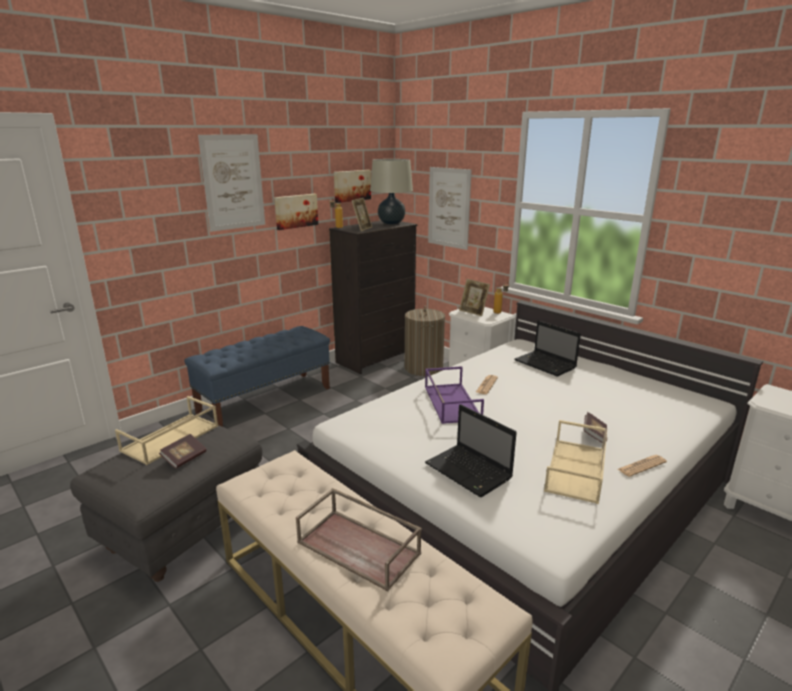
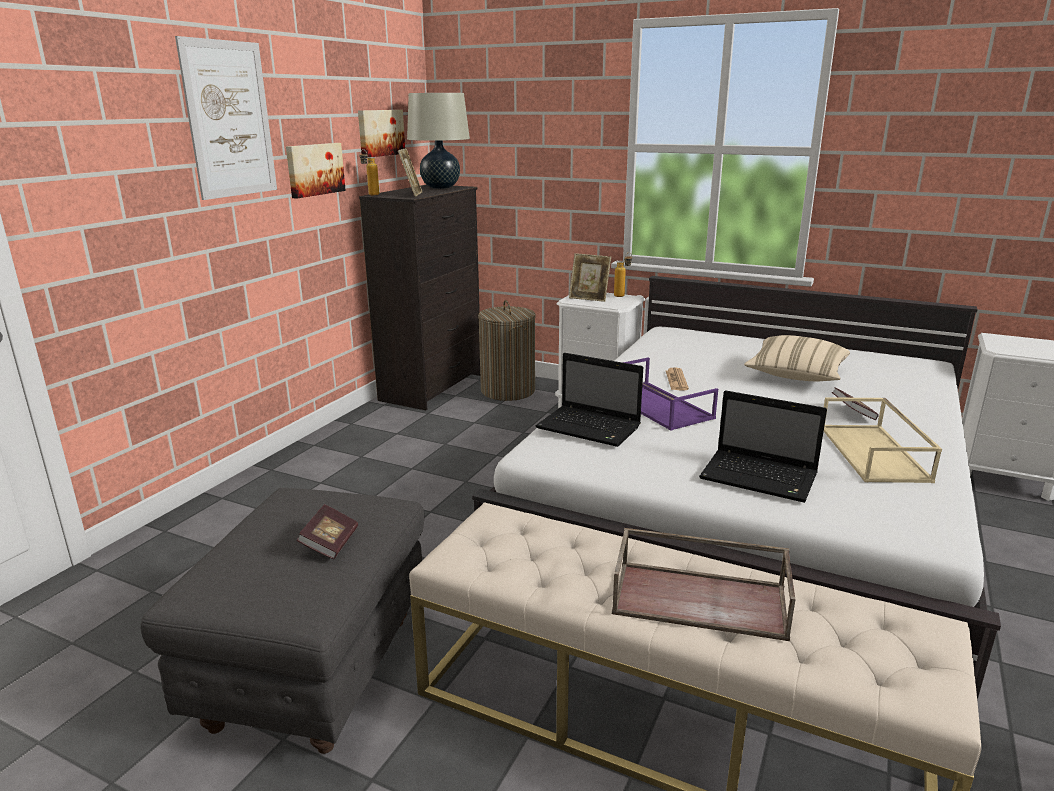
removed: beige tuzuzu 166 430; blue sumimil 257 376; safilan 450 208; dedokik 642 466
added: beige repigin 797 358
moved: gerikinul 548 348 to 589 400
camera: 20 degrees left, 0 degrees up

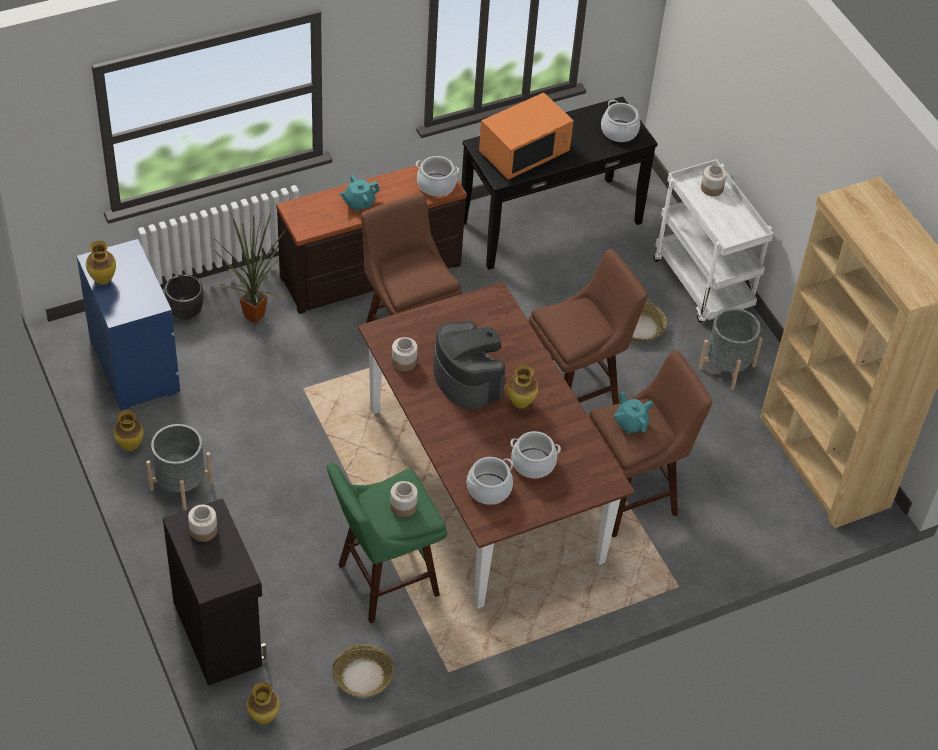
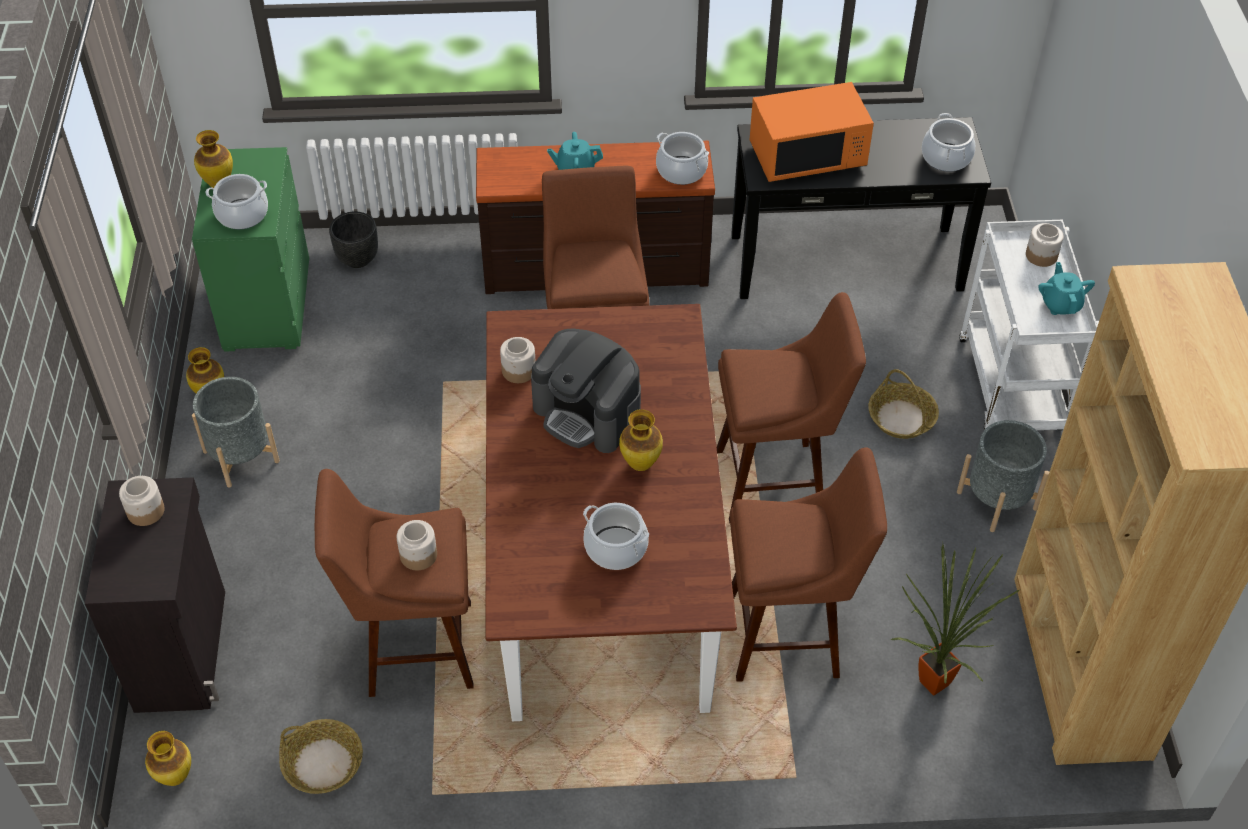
moved: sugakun 249 268 to 955 620; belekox 490 481 to 237 201; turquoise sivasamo 633 413 to 1066 288
recoloured: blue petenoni 128 325 to green petenoni 250 249; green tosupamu 387 543 to brown tosupamu 394 583
turned: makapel 469 365 = 586 391 135 degrees clockwise
camera: 25 degrees right, 0 degrees up

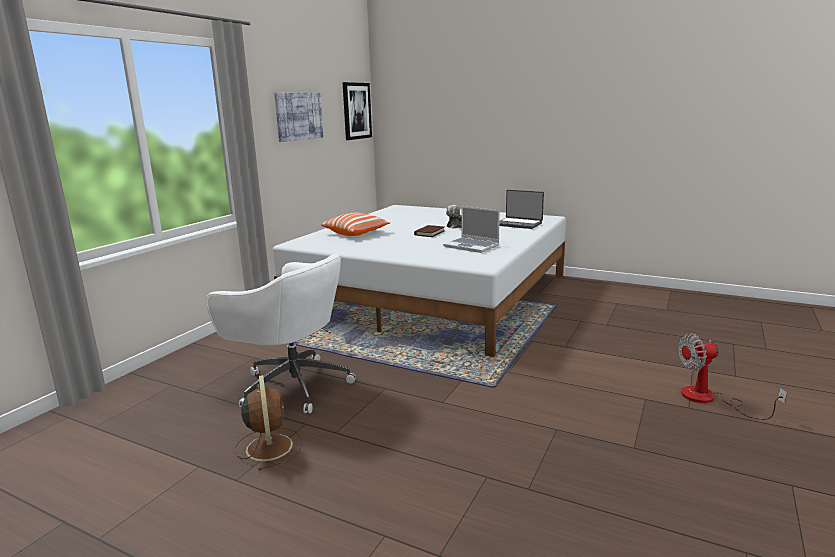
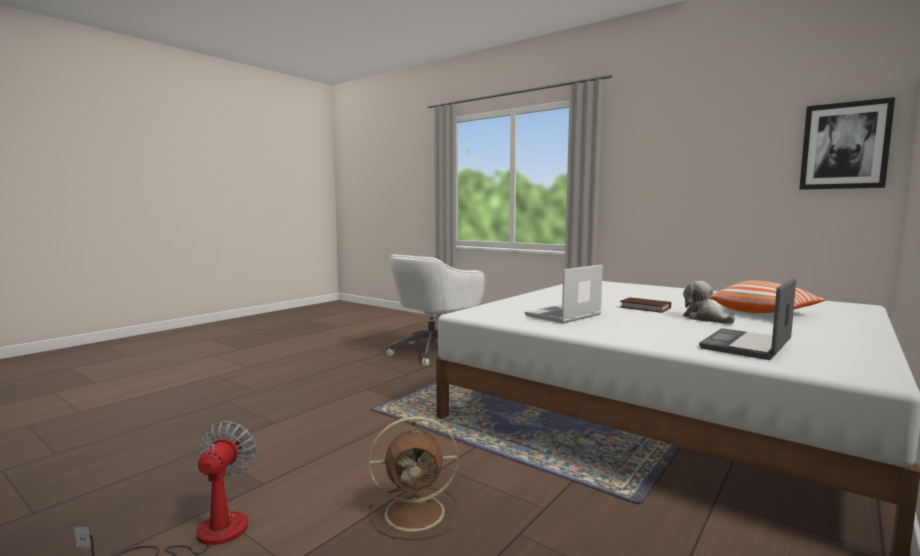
removed: safilan 298 117
moved: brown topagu 268 422 to 414 478; repigin 356 224 to 768 296
camera: 100 degrees right, 10 degrees down

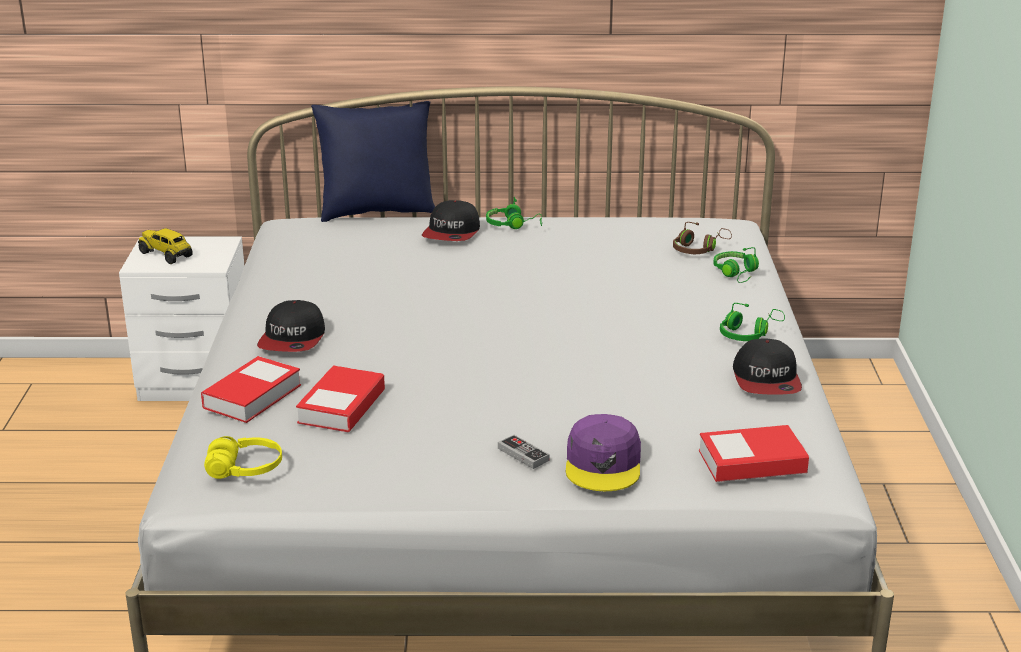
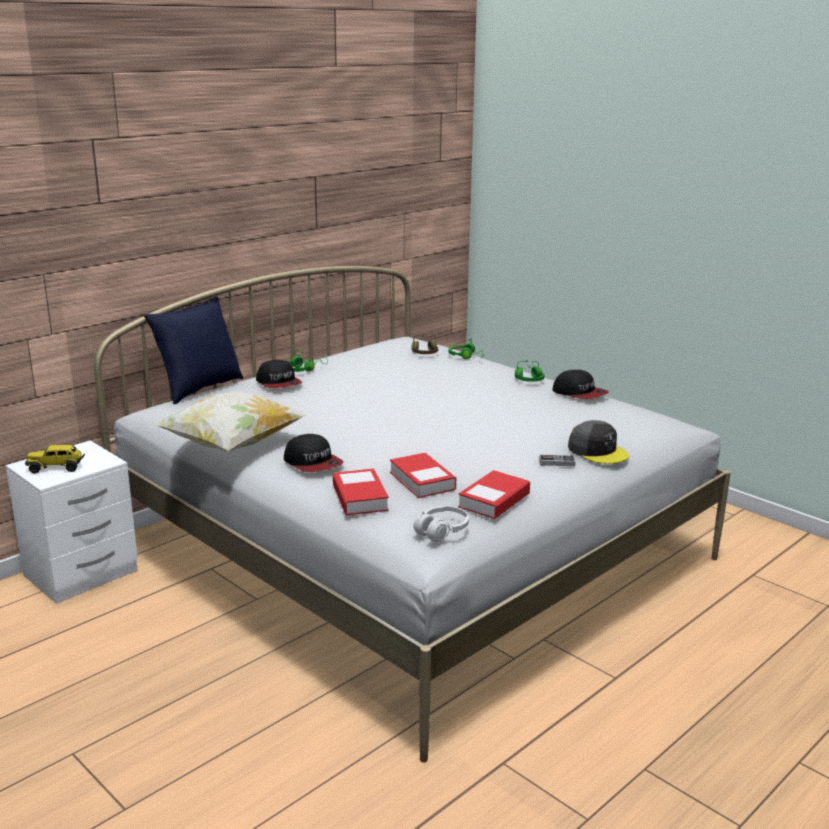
added: repigin 230 421
moved: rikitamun 754 453 to 494 494
recoloured: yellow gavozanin 243 457 to white gavozanin 441 524; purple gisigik 603 452 to grey gisigik 598 442
camera: 45 degrees left, 5 degrees down

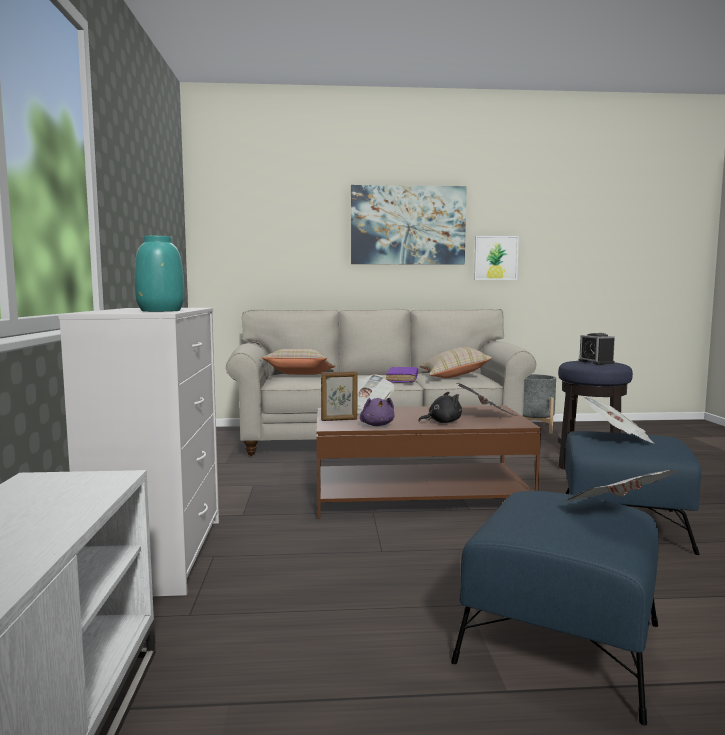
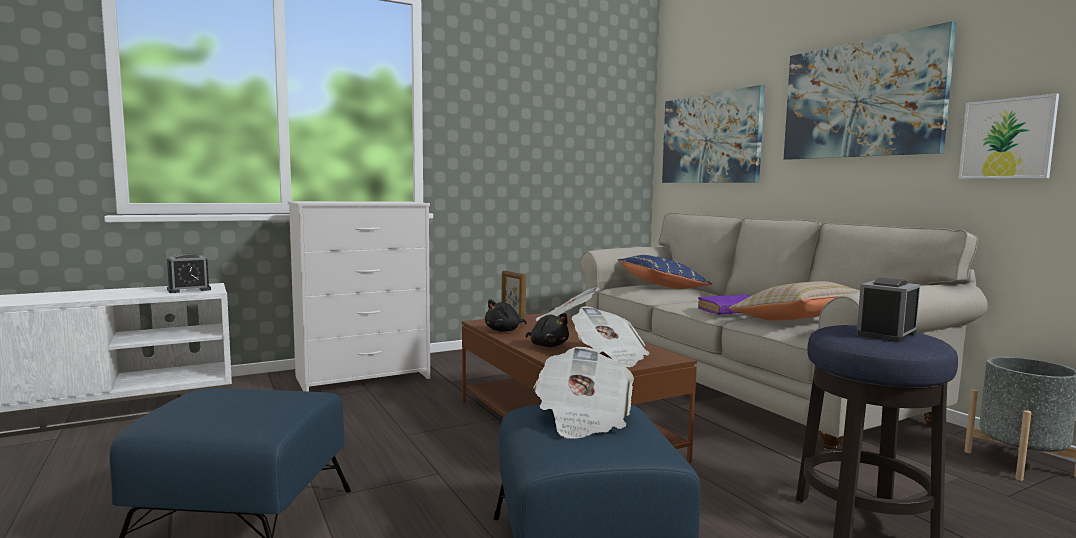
removed: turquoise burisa 159 274; dedokik 620 485
added: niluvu 189 273; safilan 713 134
recoloured: beige repigin 298 362 to blue repigin 664 272; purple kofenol 377 412 to black kofenol 506 315
camera: 65 degrees right, 0 degrees up

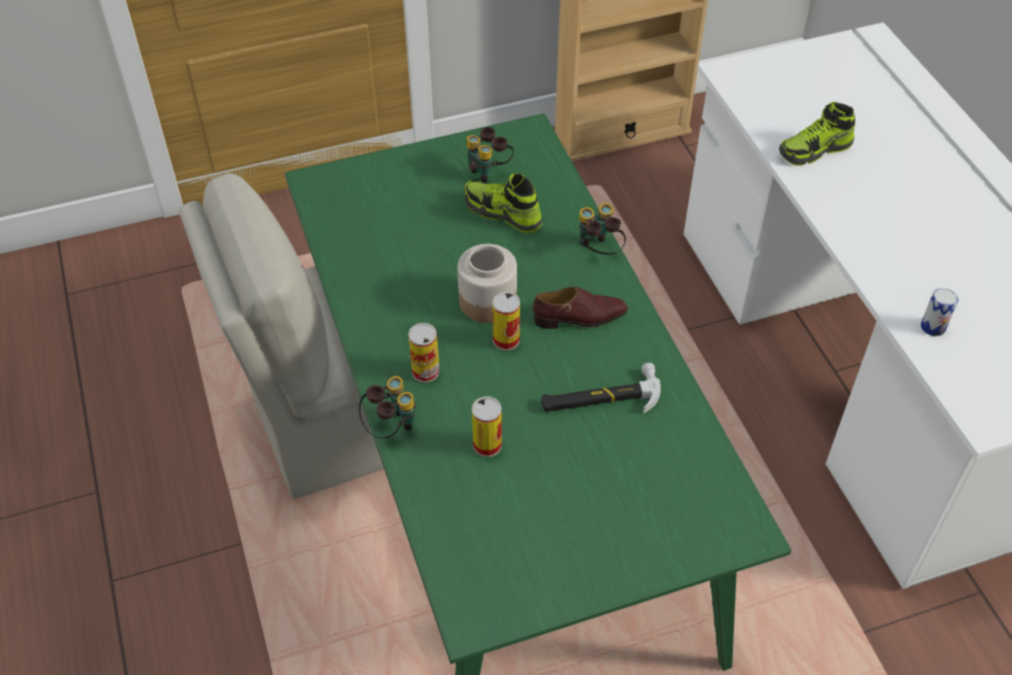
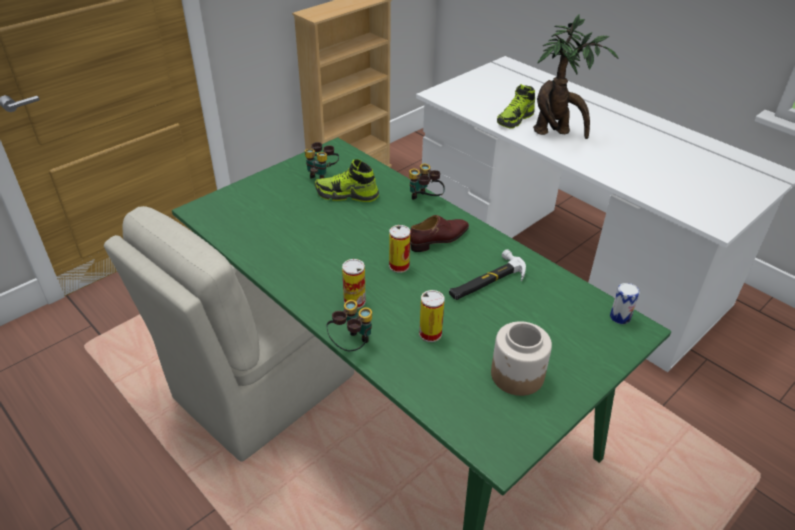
added: sugakun 576 76
moved: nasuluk 487 283 to 521 358; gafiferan 939 312 to 625 303
camera: 25 degrees left, 10 degrees down

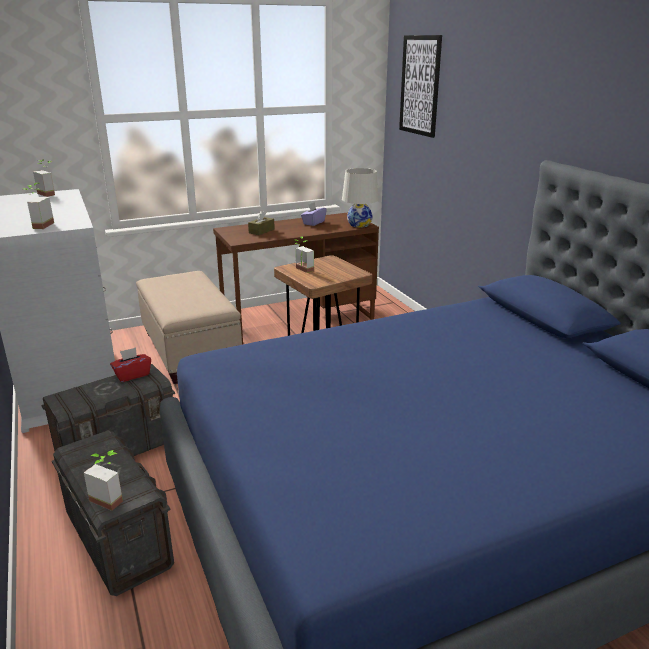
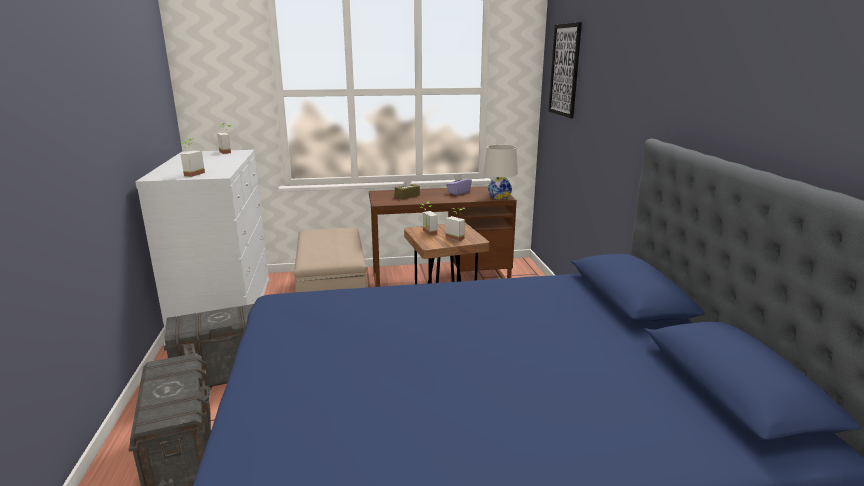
removed: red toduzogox 130 364
moved: sugakun 103 480 to 455 224
camera: 15 degrees right, 5 degrees down

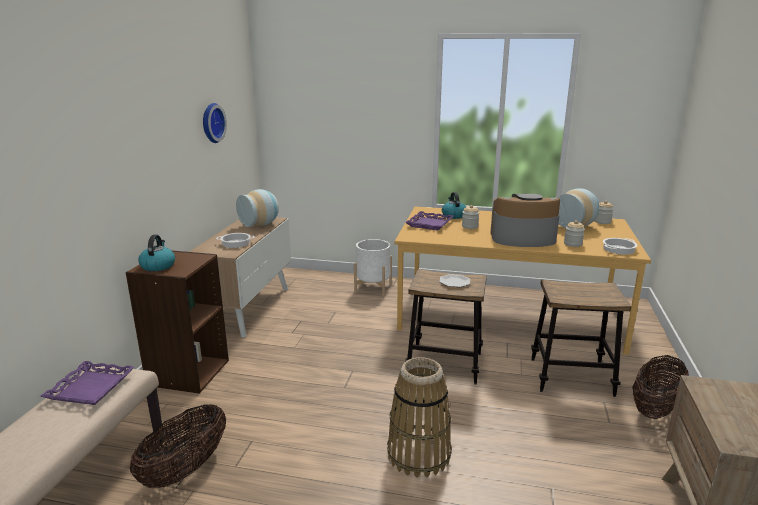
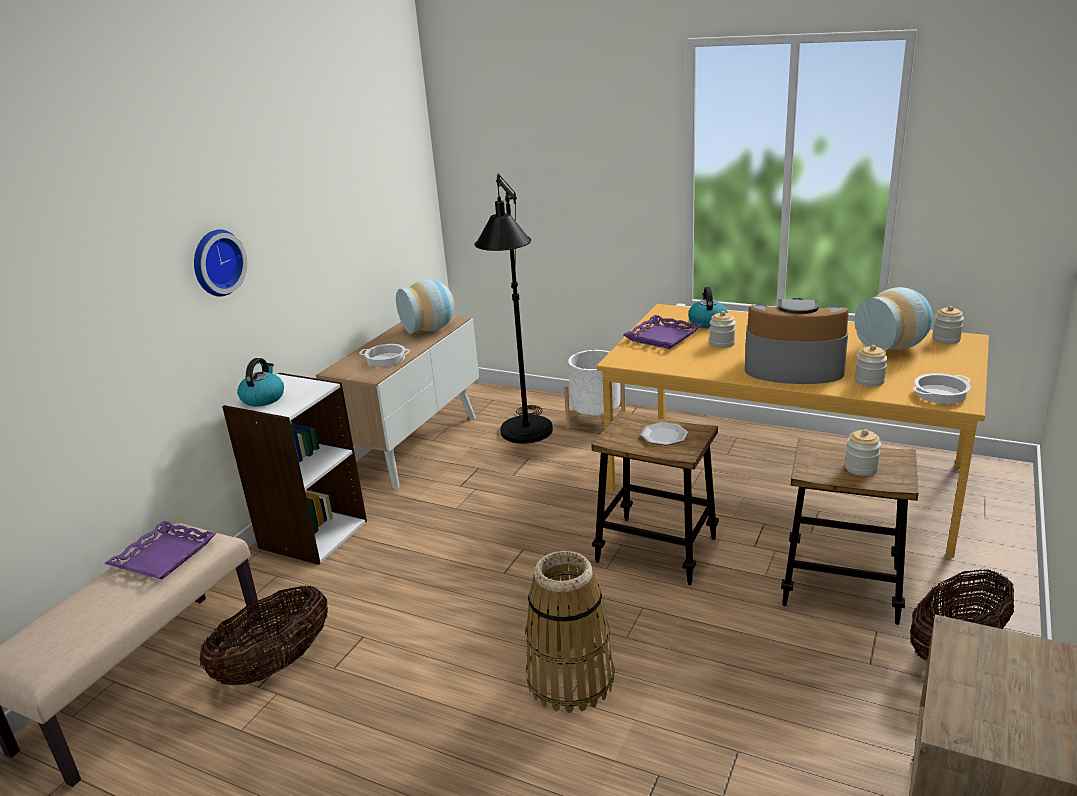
added: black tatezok 514 308; nasuluk 863 452
moved: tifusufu 215 123 to 220 263
recoloured: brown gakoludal 177 322 to white gakoludal 294 469
camera: 15 degrees right, 5 degrees up

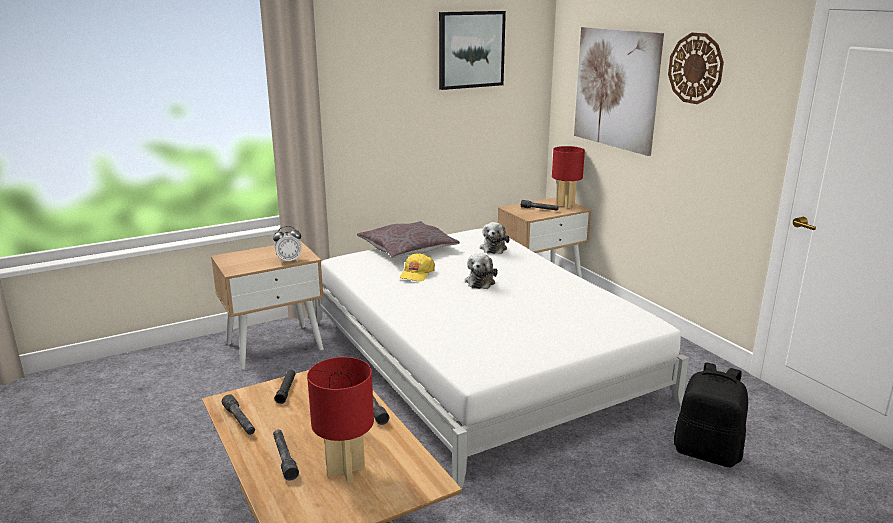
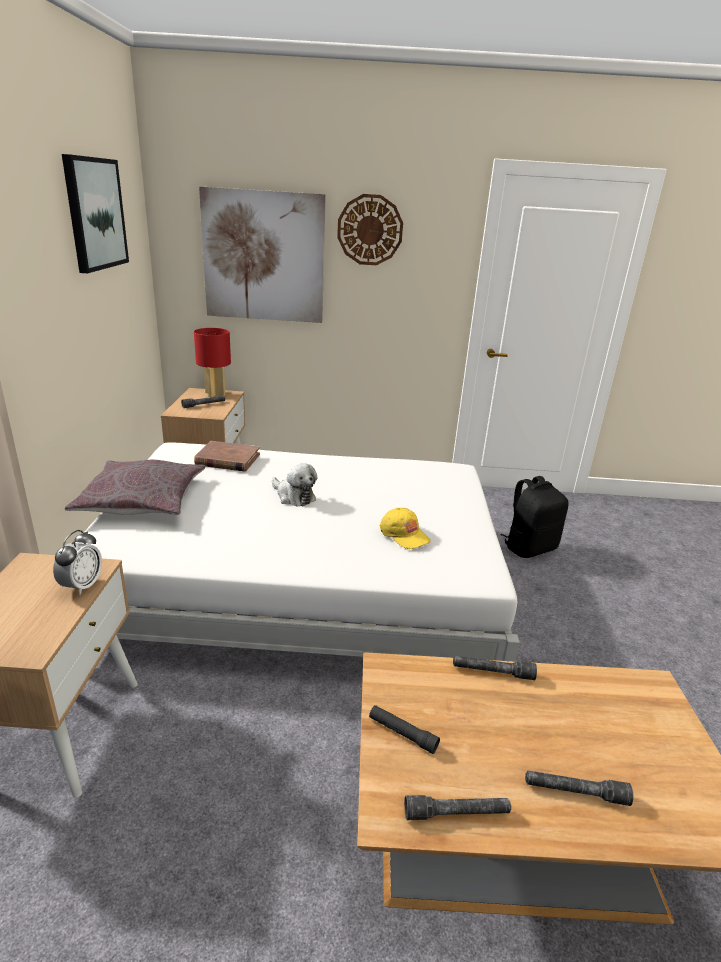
removed: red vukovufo 340 420
moved: yellow gisigik 417 267 to 405 528
replaced: kofenol 495 238 to brown rikitamun 227 456
camera: 60 degrees left, 5 degrees up

